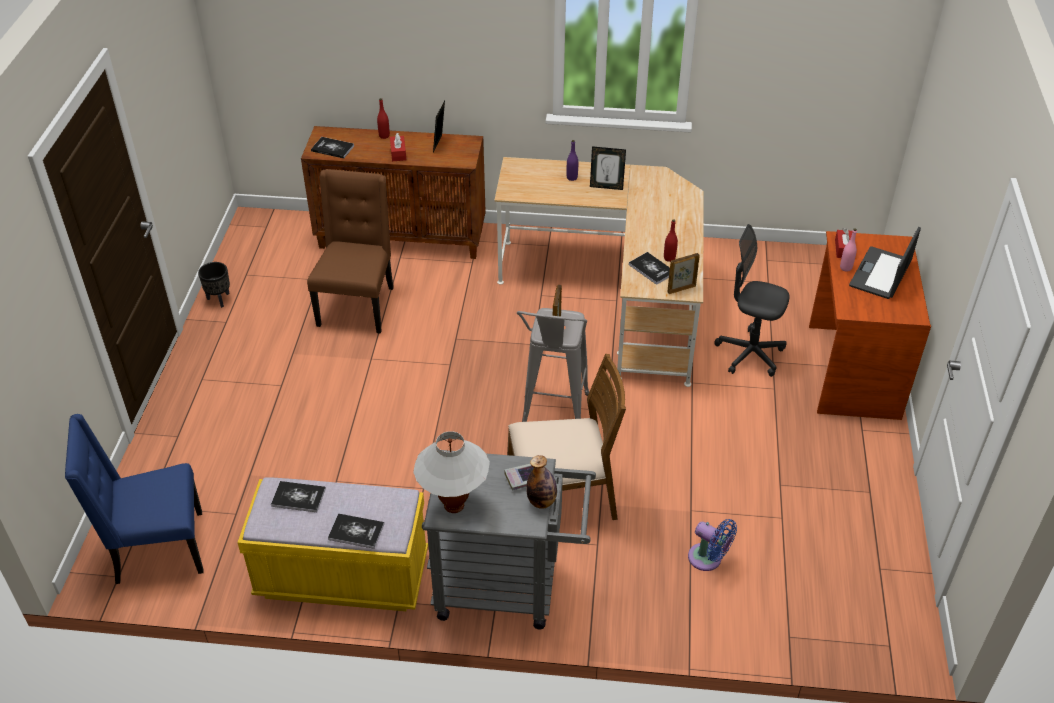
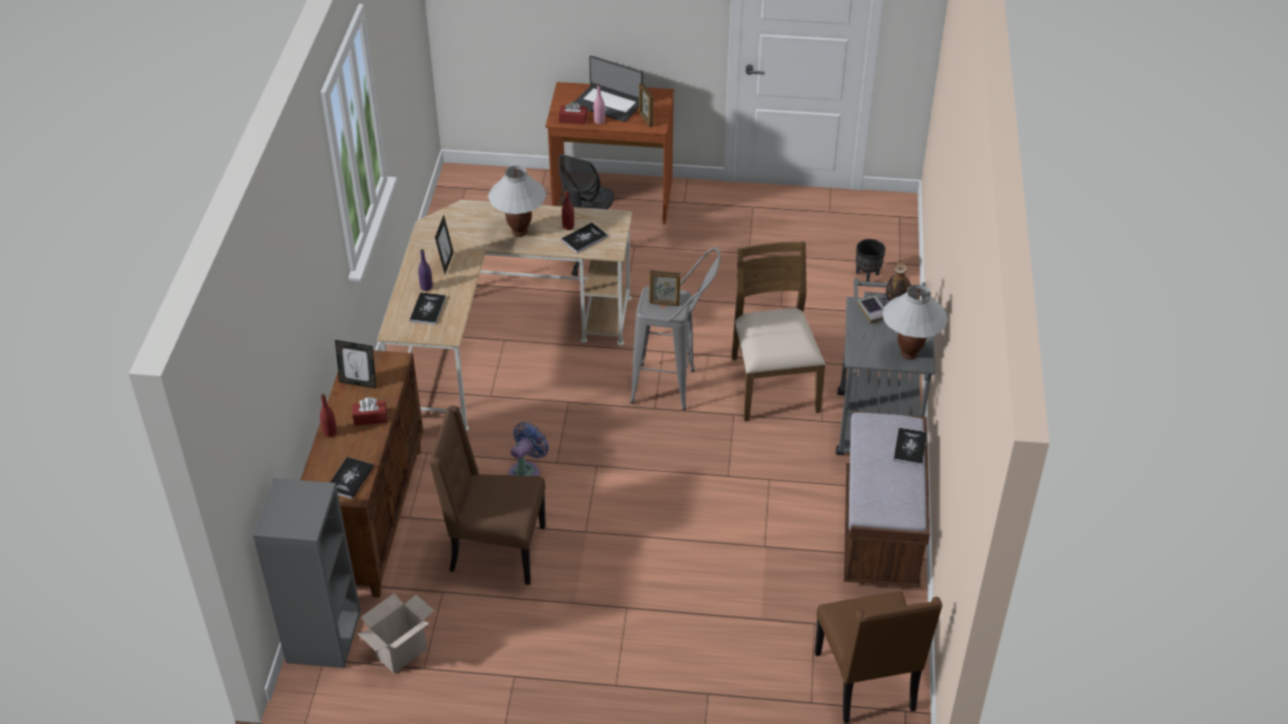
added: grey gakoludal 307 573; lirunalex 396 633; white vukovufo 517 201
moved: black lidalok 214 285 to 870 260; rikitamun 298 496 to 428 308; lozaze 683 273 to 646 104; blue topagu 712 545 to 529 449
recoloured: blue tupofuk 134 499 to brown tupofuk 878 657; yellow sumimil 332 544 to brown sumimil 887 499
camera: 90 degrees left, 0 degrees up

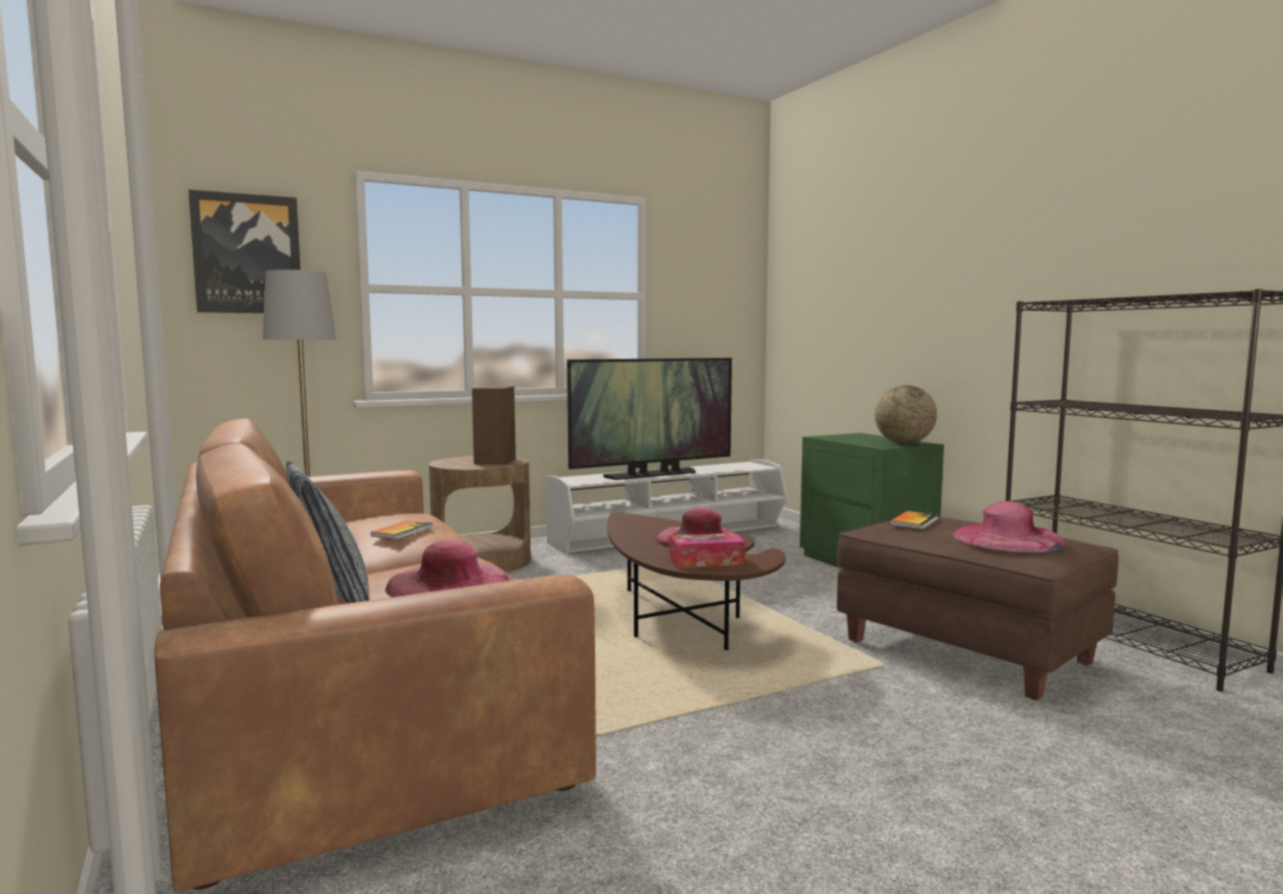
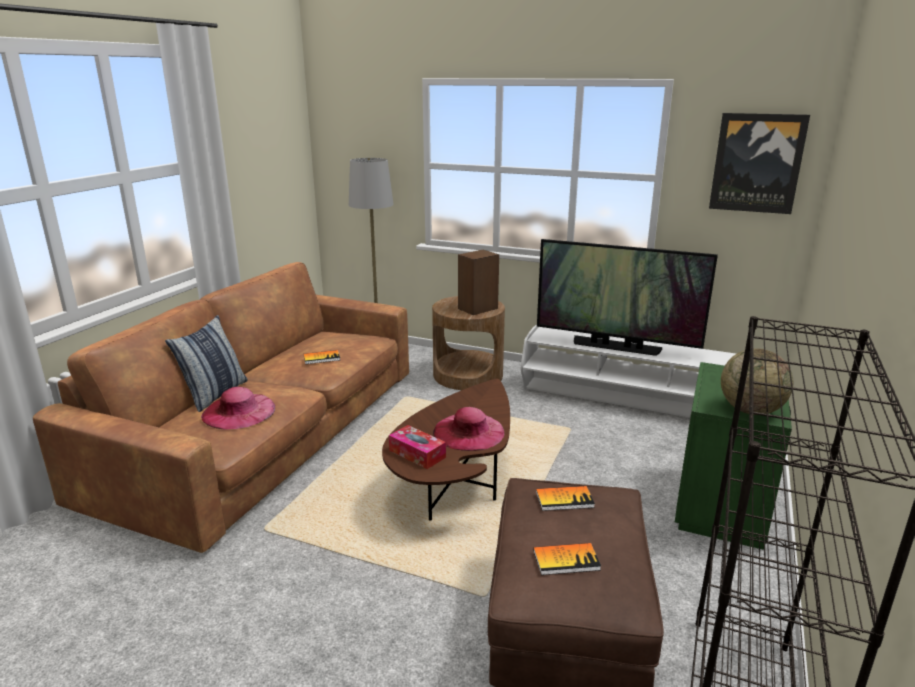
moved: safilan 245 251 to 759 163
replaced: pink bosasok 1010 526 to rikitamun 567 559
camera: 50 degrees right, 15 degrees up

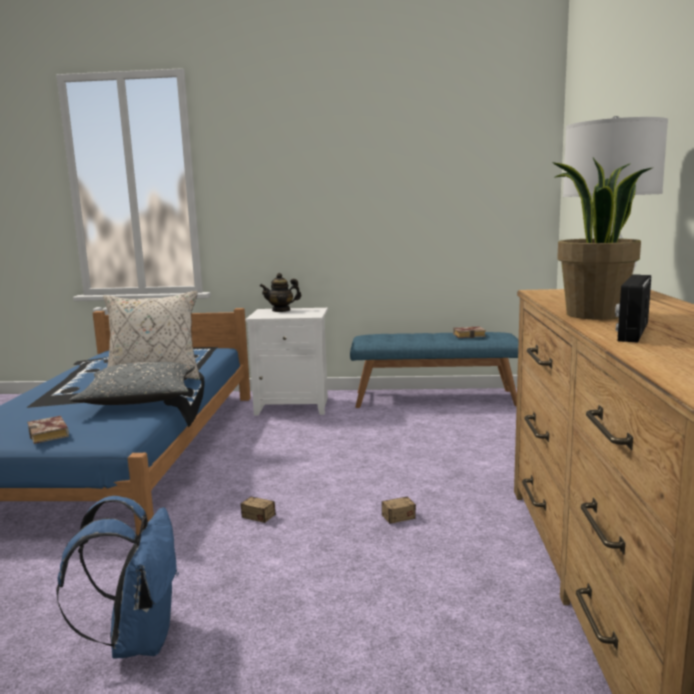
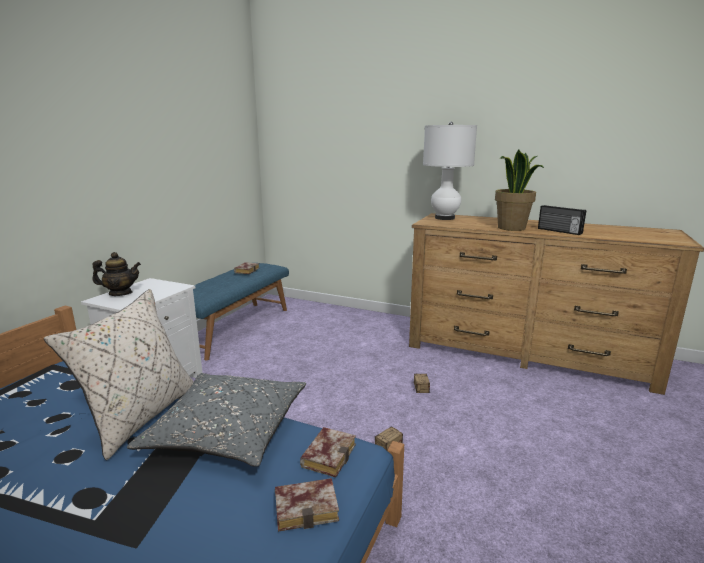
removed: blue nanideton 117 577
added: rikitamun 328 452
turned: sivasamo 280 292 = 116 274 105 degrees counterclockwise
camera: 70 degrees left, 5 degrees up

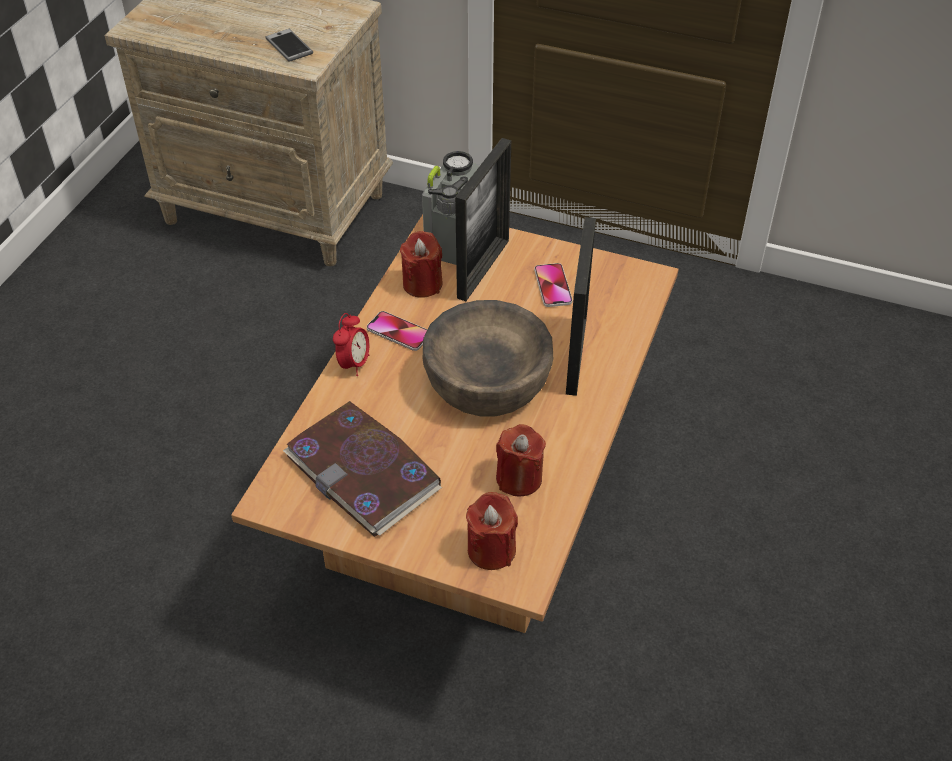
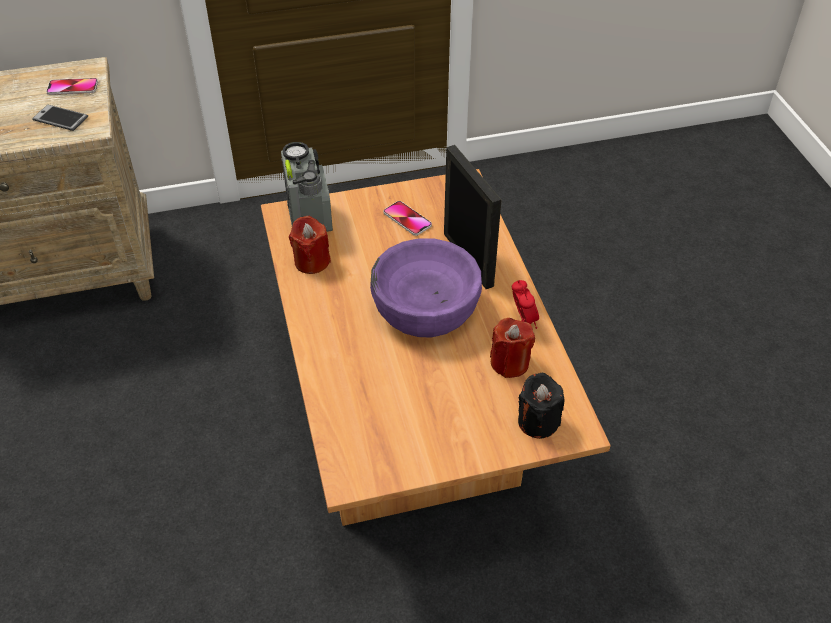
removed: rikitamun 362 469; lozaze 483 219
moved: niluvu 351 344 to 525 304; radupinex 397 331 to 72 86
recoloured: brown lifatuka 488 358 to purple lifatuka 426 287; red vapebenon 492 531 to black vapebenon 541 406
camera: 35 degrees left, 0 degrees up

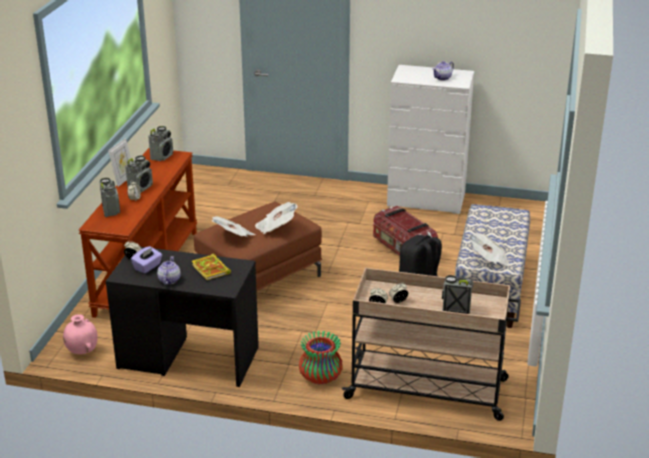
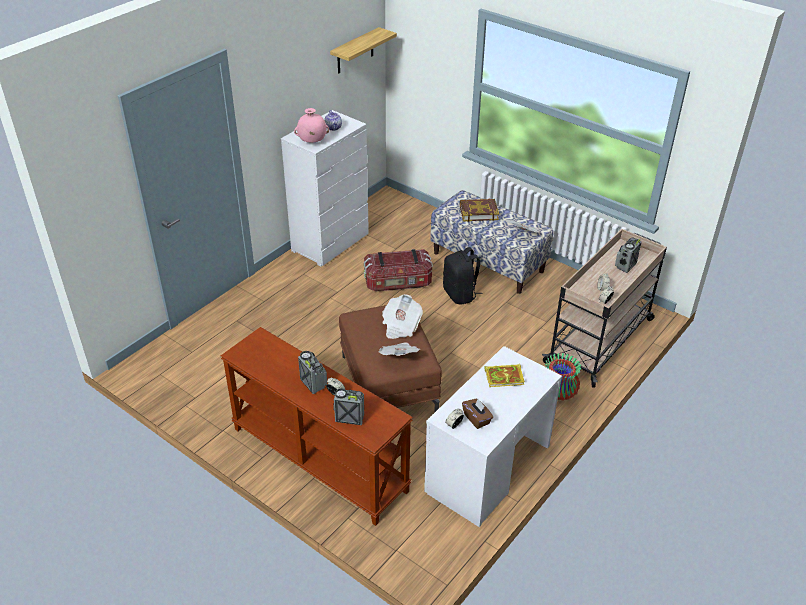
removed: lozaze 120 162; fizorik 160 143; sivasamo 169 270
added: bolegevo 363 50; rikitamun 479 210
moved: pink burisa 80 334 to 311 125
recoloured: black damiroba 182 317 to white damiroba 493 436; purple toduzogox 146 260 to brown toduzogox 477 413
camera: 65 degrees left, 10 degrees up

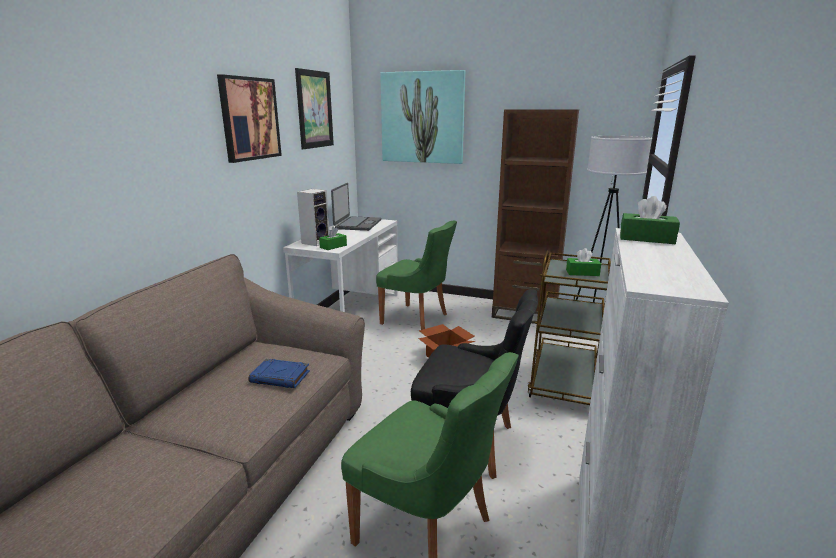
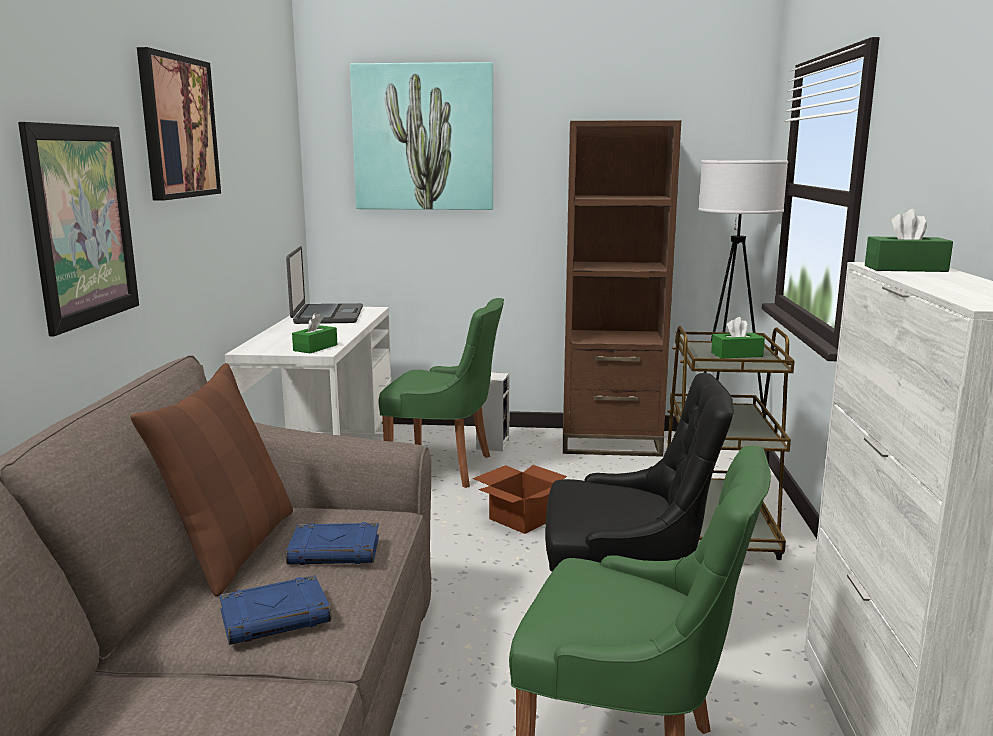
added: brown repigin 211 480; blue rikitamun 275 610
moved: safilan 314 108 to 78 229; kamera 313 217 to 493 412
camera: 15 degrees left, 5 degrees down

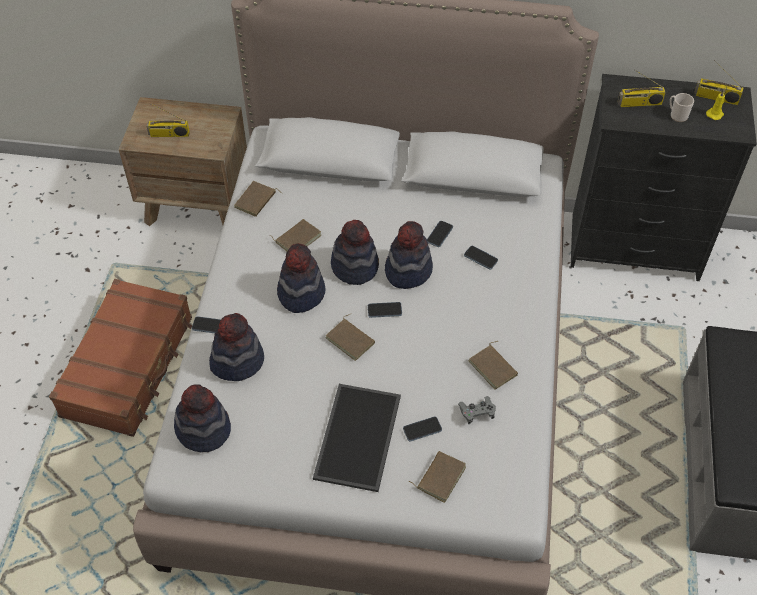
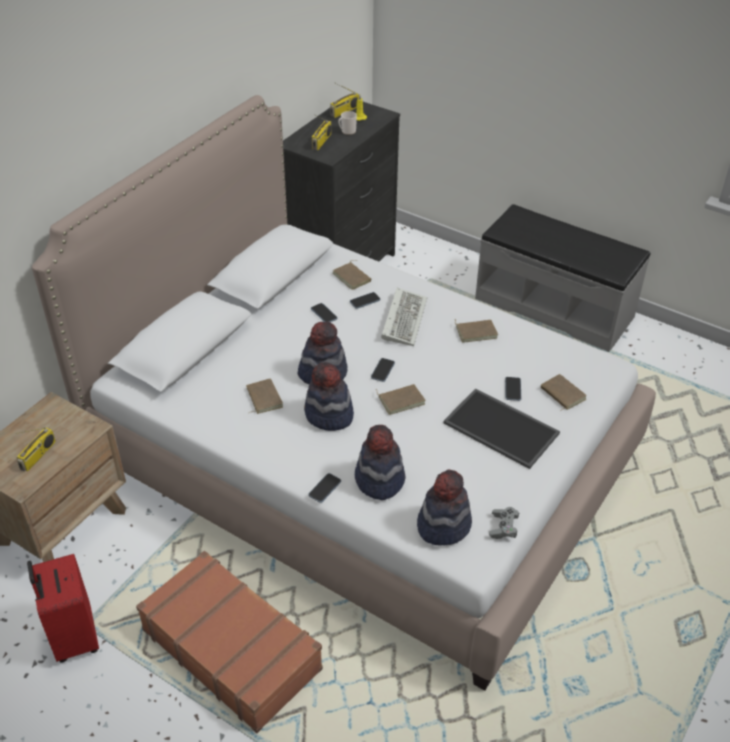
removed: bosasok 409 255
added: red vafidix 63 608; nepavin 404 317
moved: brown rikitamun 258 199 to 352 275; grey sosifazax 477 410 to 504 523
camera: 65 degrees left, 10 degrees down

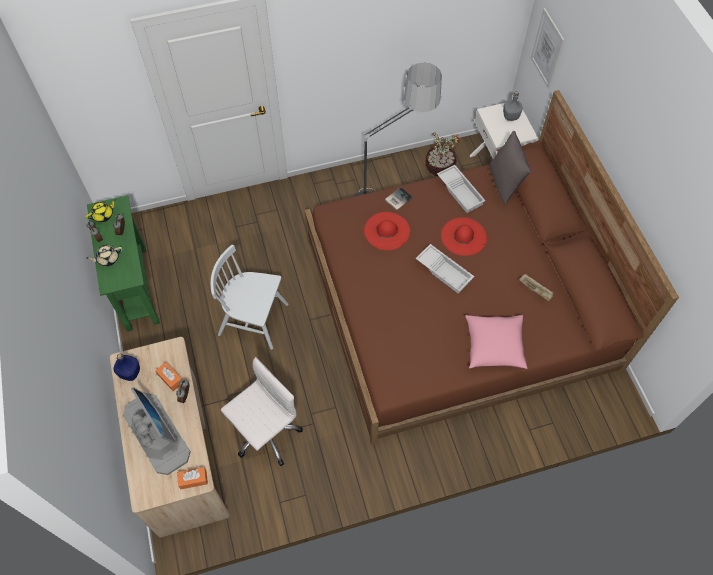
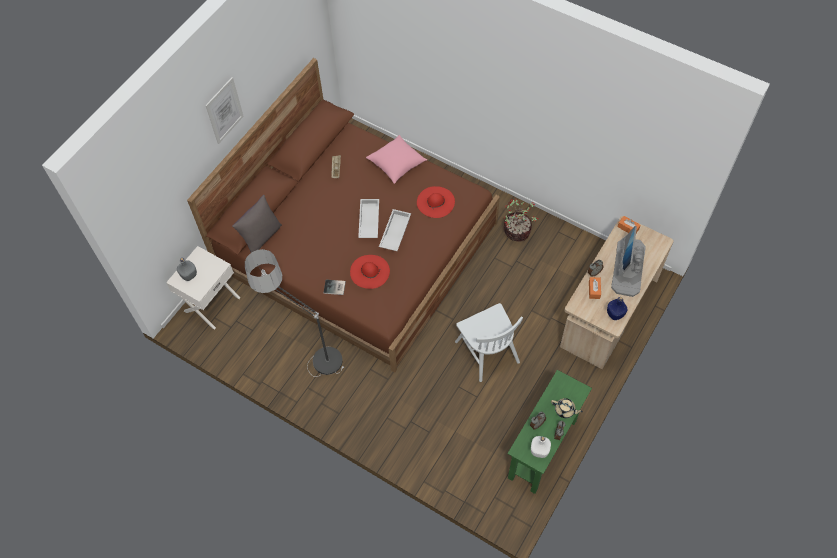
removed: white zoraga 262 411
moved: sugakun 442 154 to 520 220; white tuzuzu 461 189 to 395 230; red bosasok 464 236 to 436 202; safilan 547 48 to 224 110
replaced: yellow sivasamo 100 210 to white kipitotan 541 447
camera: 130 degrees left, 0 degrees up

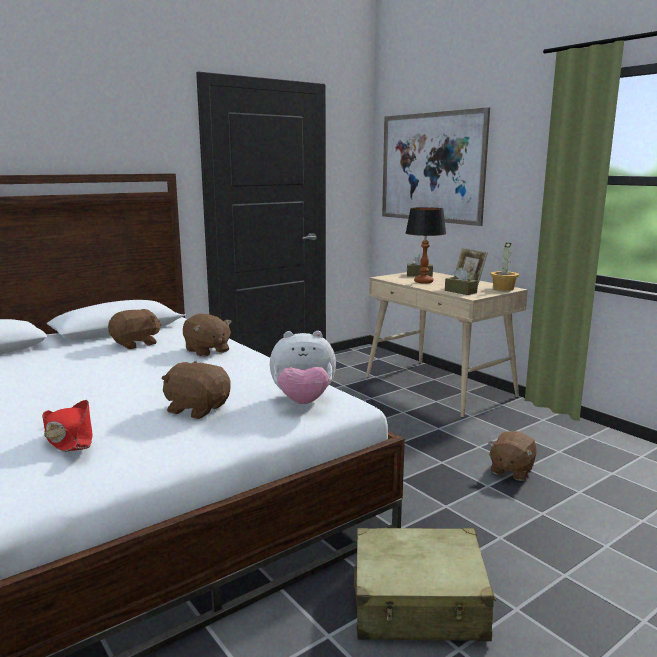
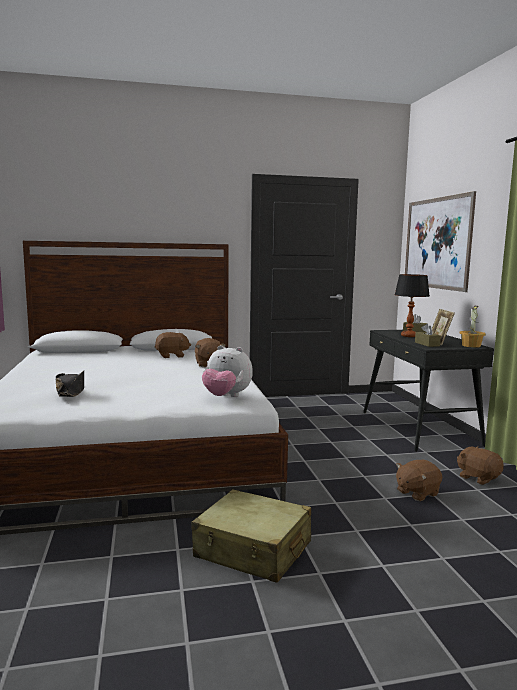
moved: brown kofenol 196 390 to 480 465
recoloured: red bosasok 67 426 to black bosasok 70 384; beige damiroba 447 345 to black damiroba 428 391
camera: 25 degrees right, 5 degrees down

